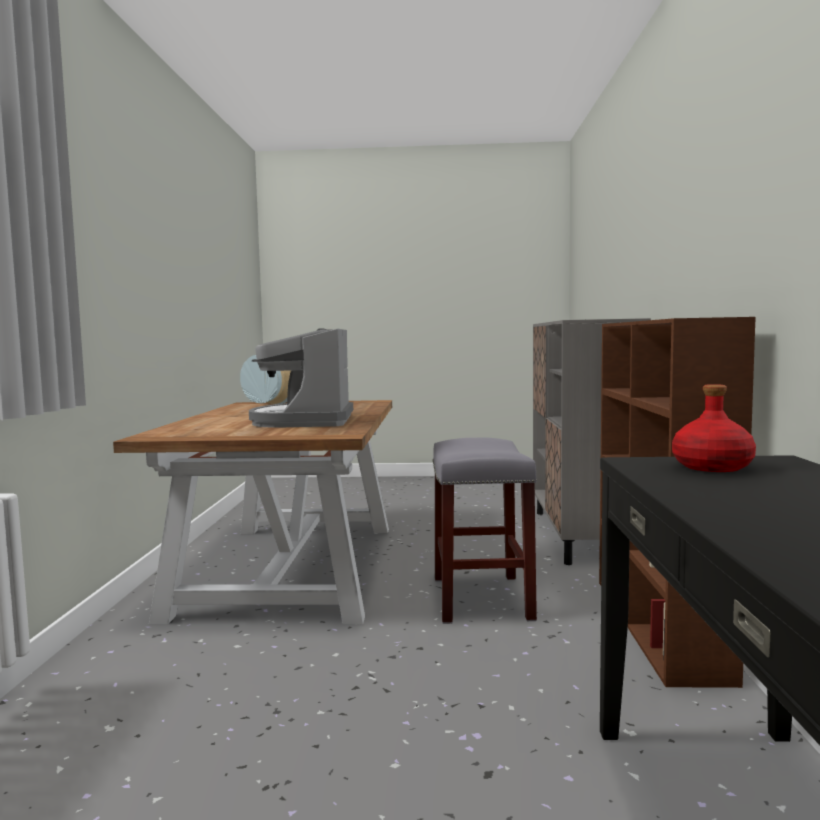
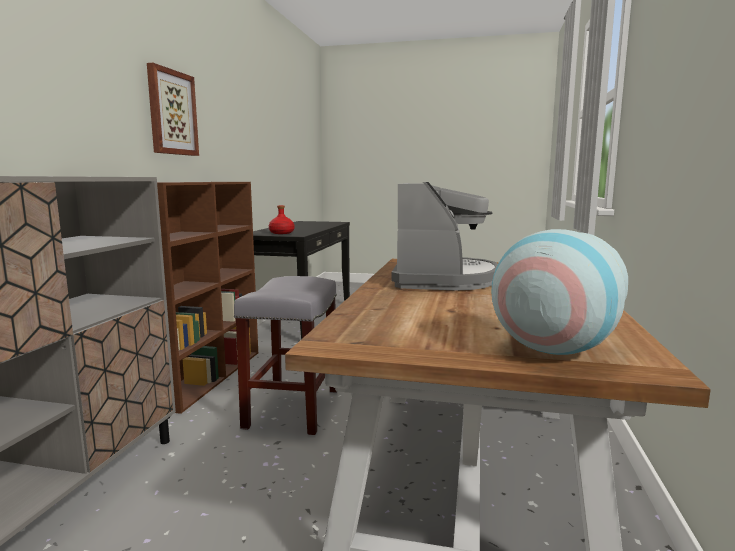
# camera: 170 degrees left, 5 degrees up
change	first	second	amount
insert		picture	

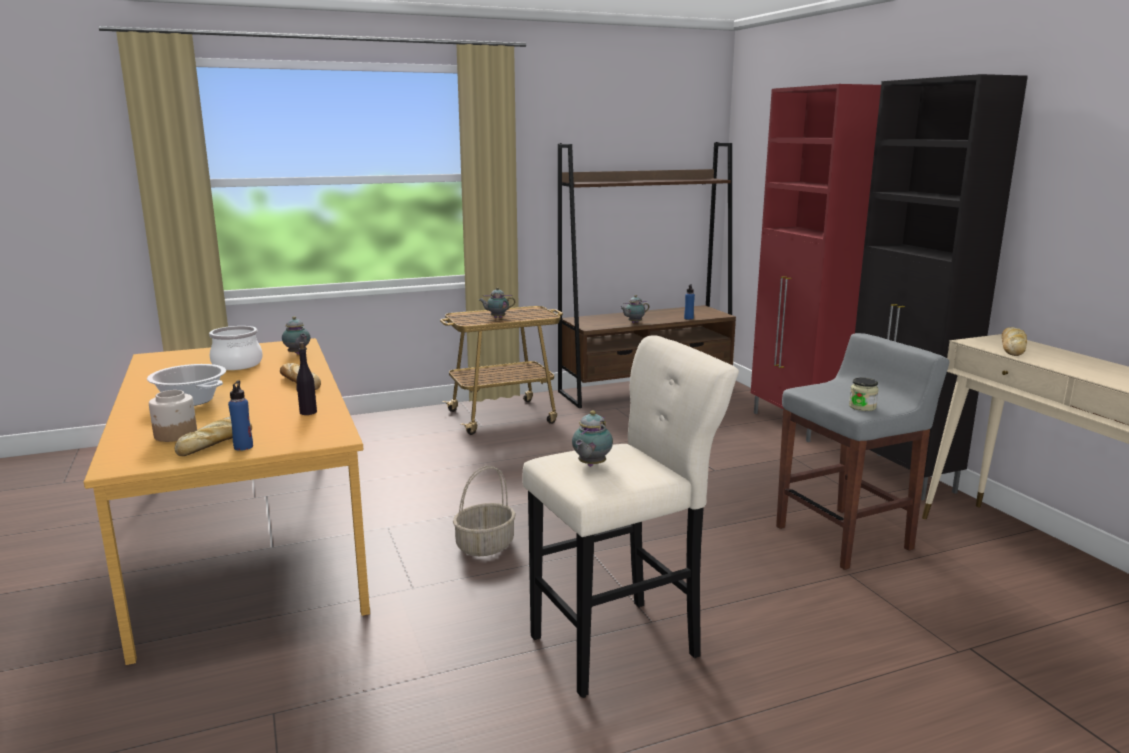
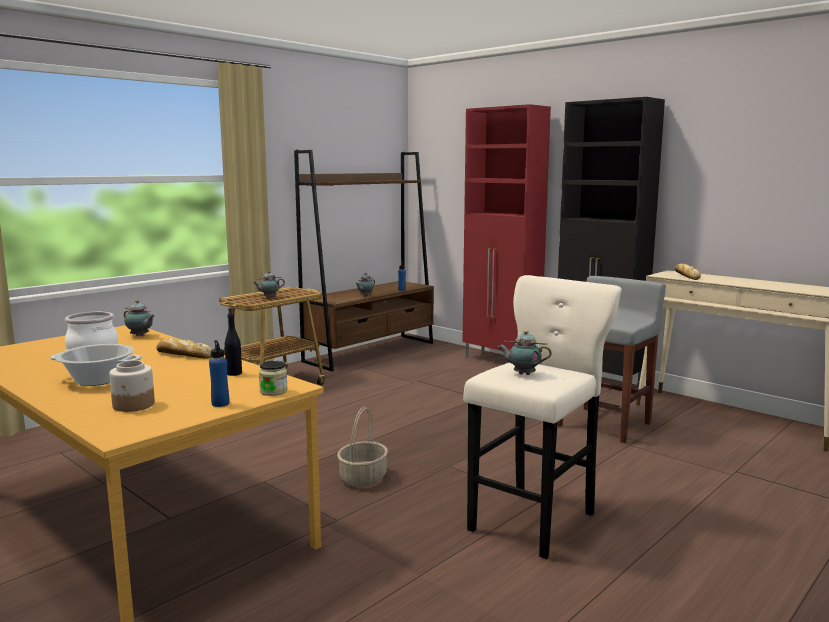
# camera: 25 degrees left, 5 degrees down
change	first	second	amount
move	jar (2nd from left)		
rotate	teapot (3rd from left in the first image)	teapot (4th from left)	105 degrees clockwise
delete	bread (1st from left)		

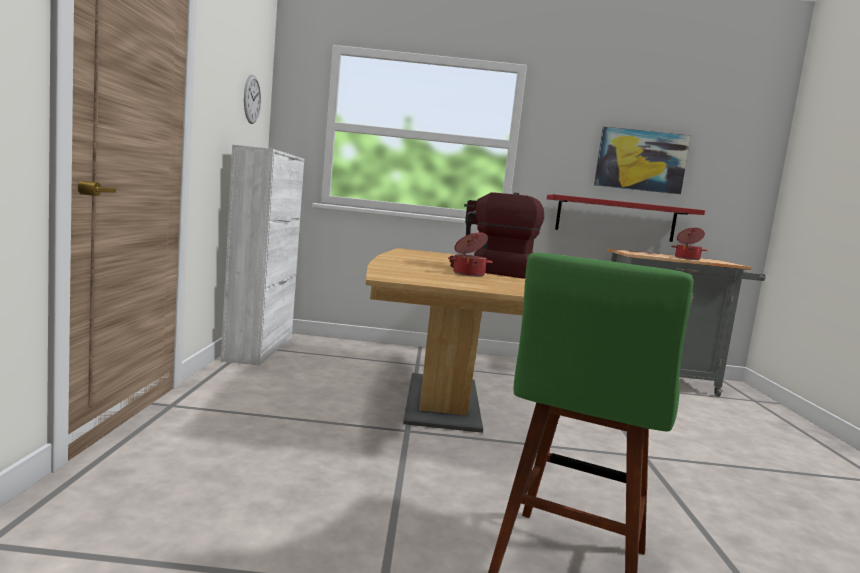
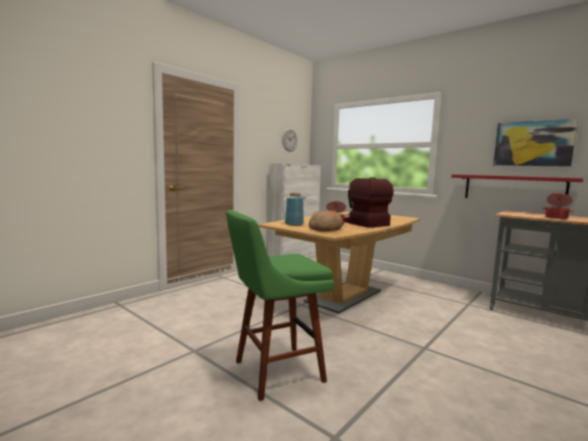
# camera: 40 degrees right, 0 degrees up
change	first	second	amount
insert		vase/blue	
insert		bread	

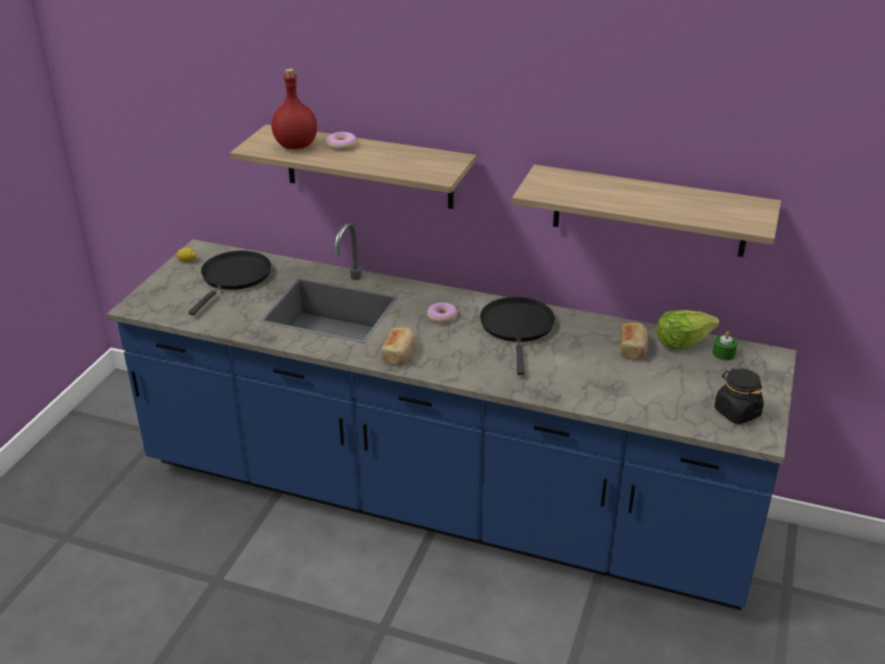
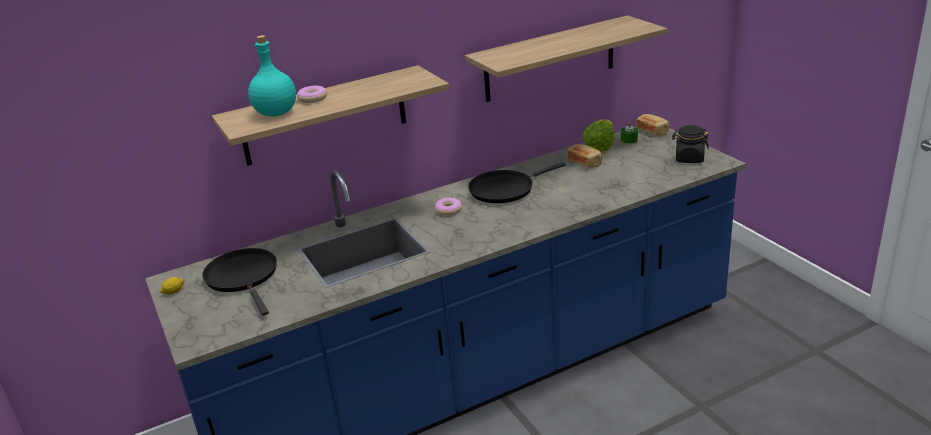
# camera: 45 degrees left, 5 degrees down
change	first	second	amount
recolor	bottle/red	bottle/turquoise	
rotate	frying pan/black (2nd from left)		75 degrees counterclockwise
move	bread (1st from left in the first image)	bread (2nd from left)	

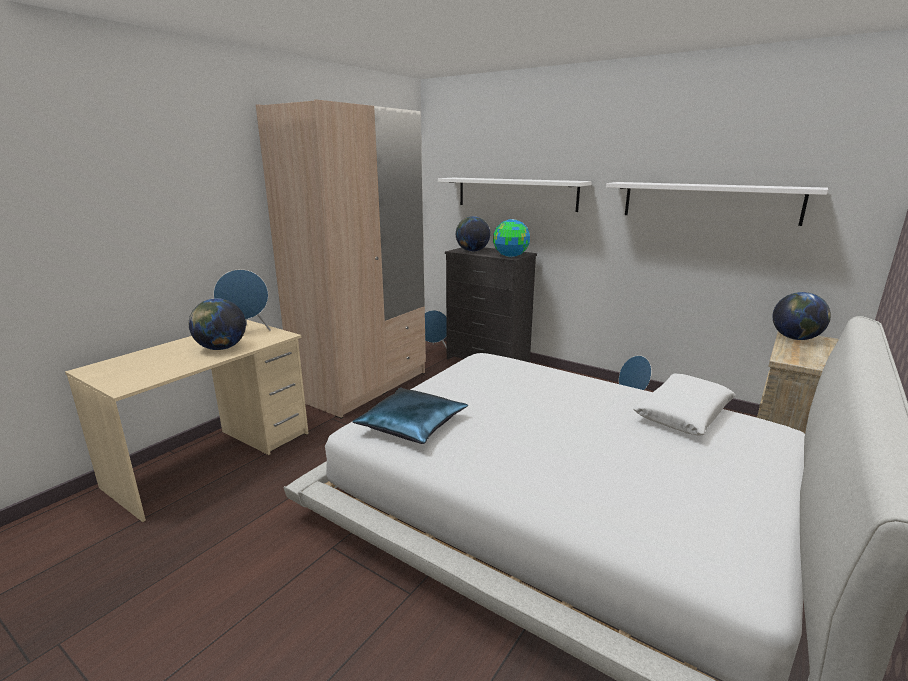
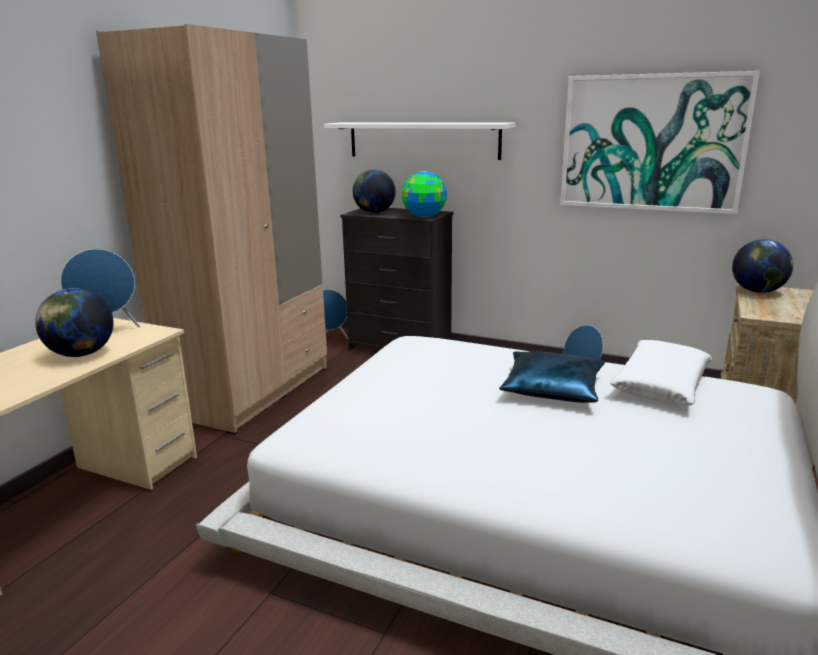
# camera: 10 degrees left, 0 degrees up
change	first	second	amount
move	pillow/blue		
replace	shelf/white (2nd from left)	picture	

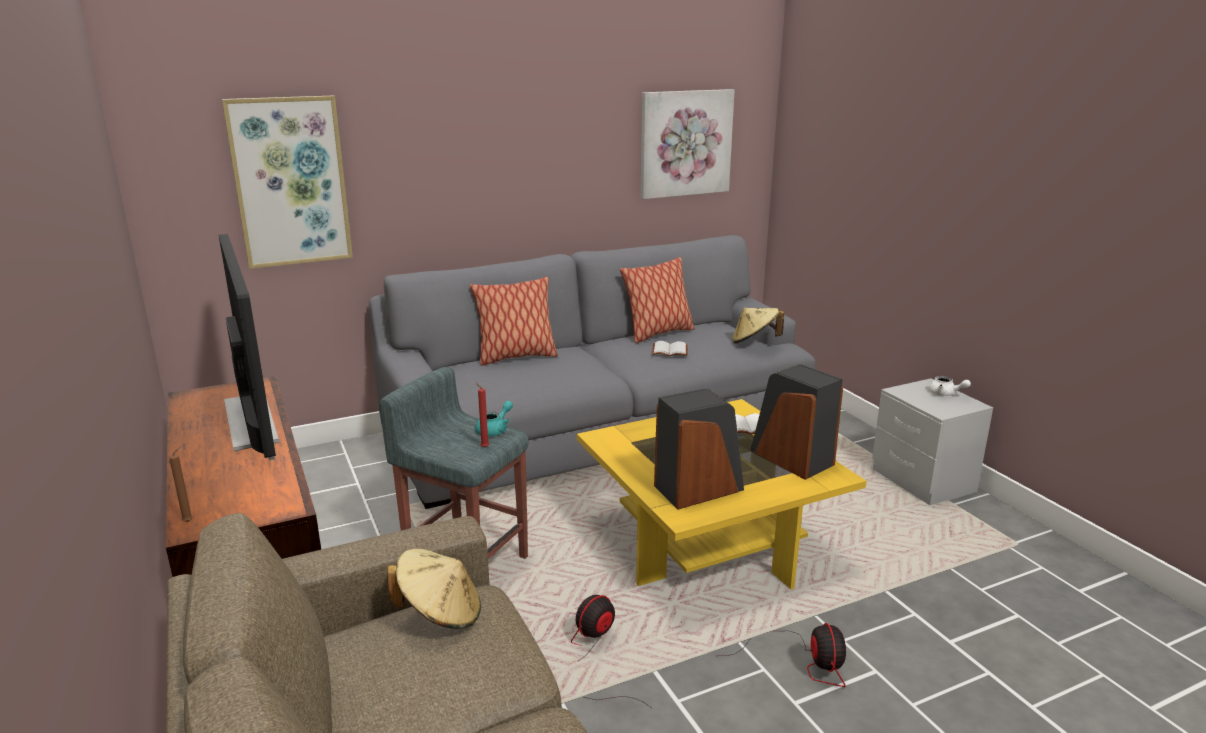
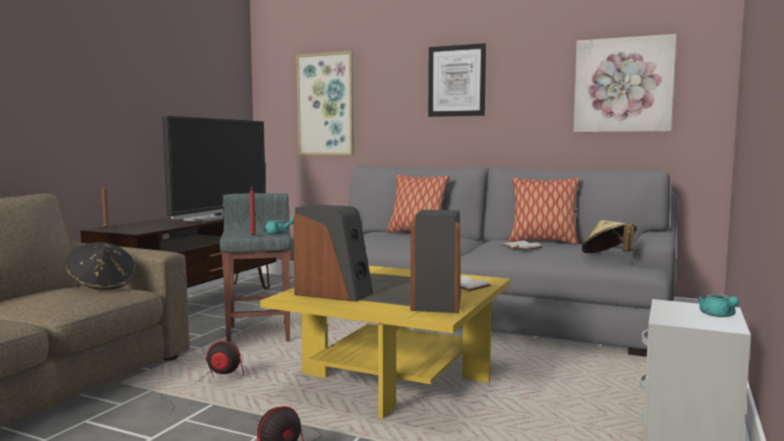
# camera: 50 degrees right, 15 degrees down
change	first	second	amount
recolor	hat/beige (1st from left)	hat/black	
insert		picture (2nd from left)	
recolor	teapot/white	teapot/turquoise (2nd from left)	

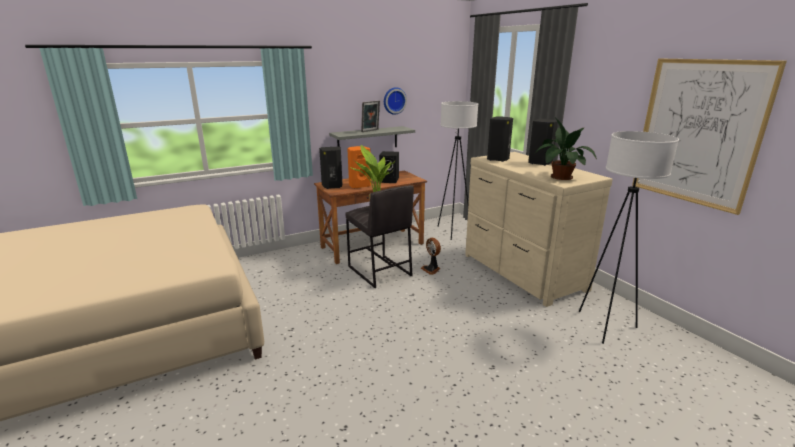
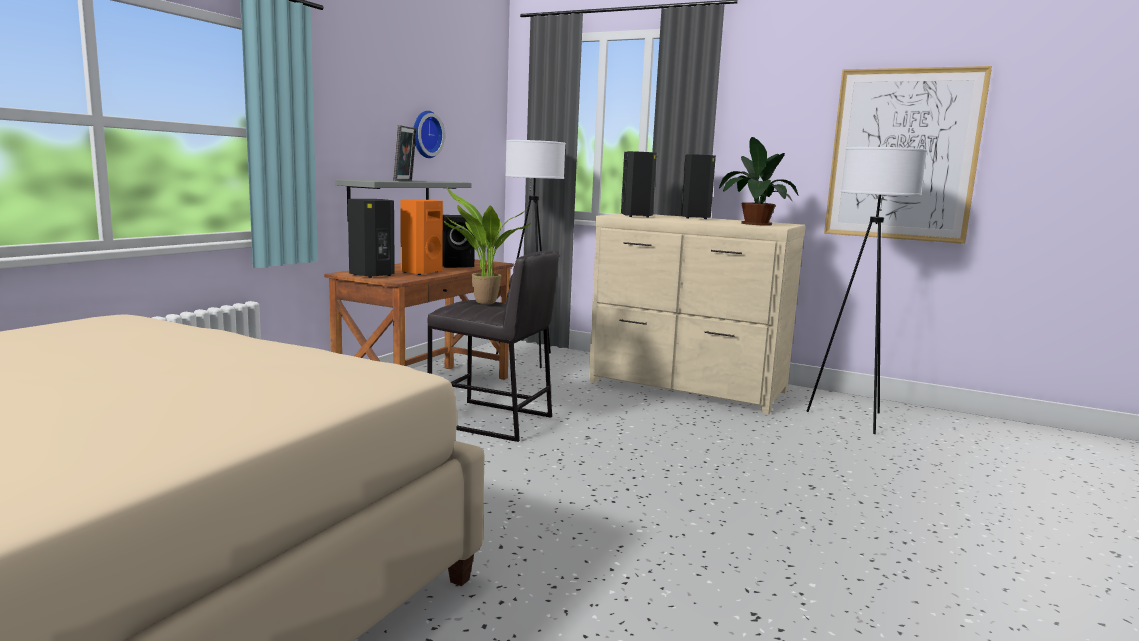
# camera: 35 degrees left, 10 degrees down
change	first	second	amount
delete	fan		

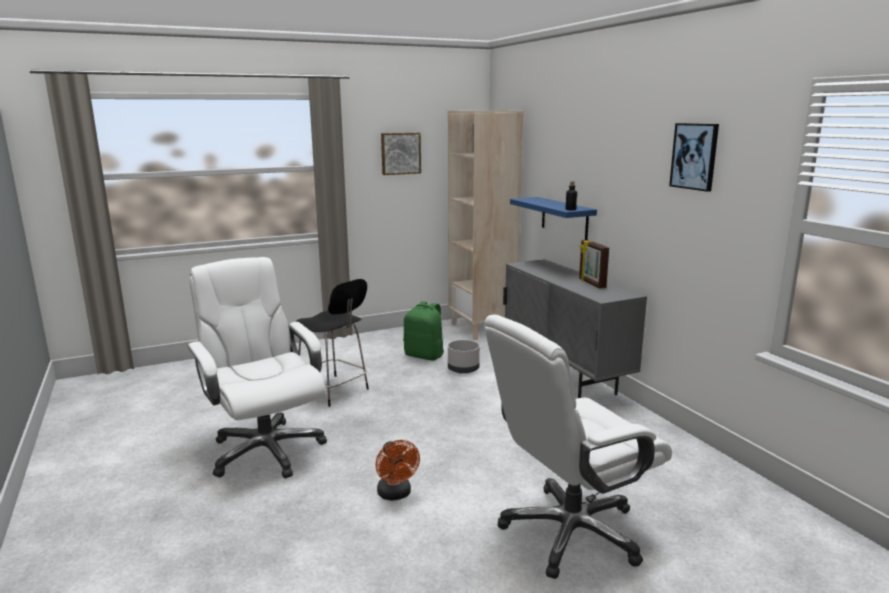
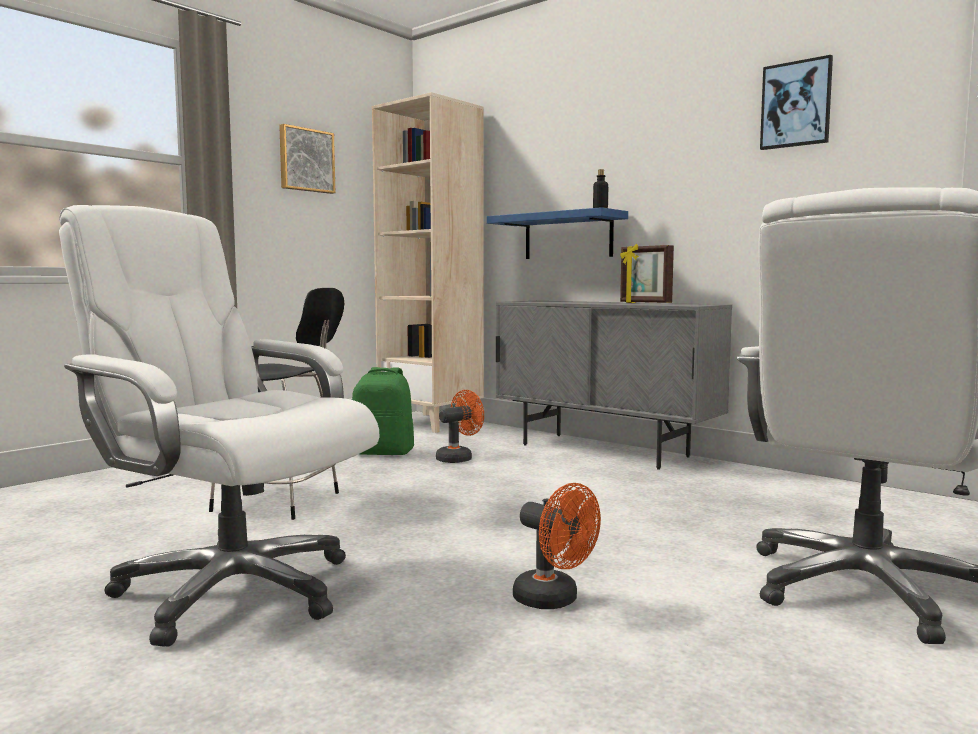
# camera: 25 degrees left, 10 degrees down
change	first	second	amount
replace	planter/grey	fan/orange (1st from left)	

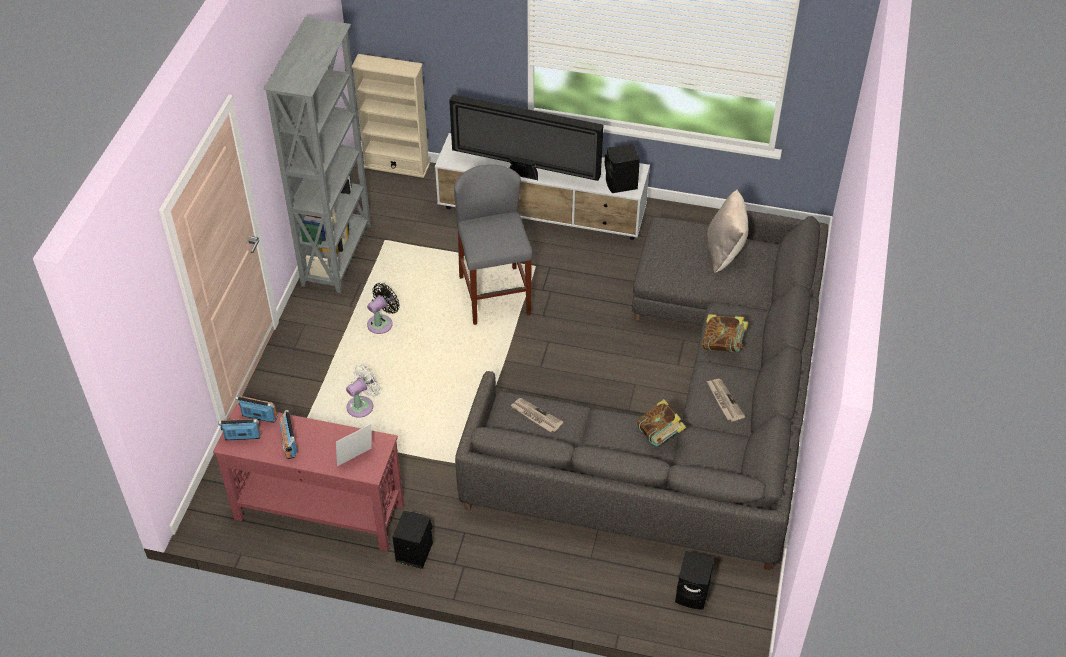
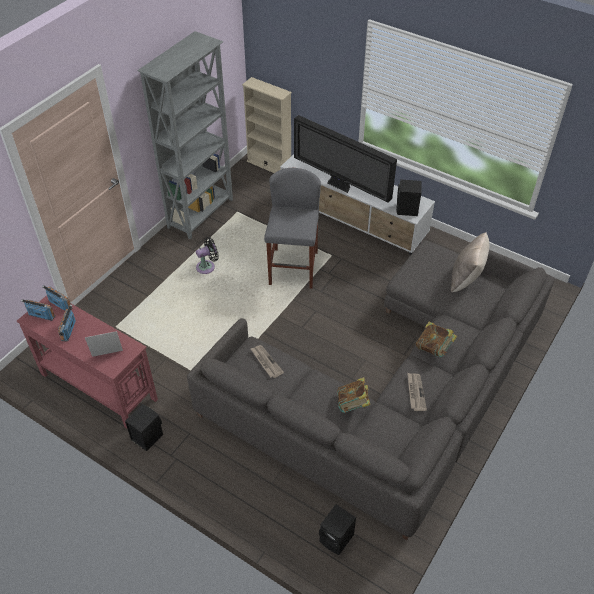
# camera: 20 degrees right, 0 degrees up
change	first	second	amount
delete	fan/white		

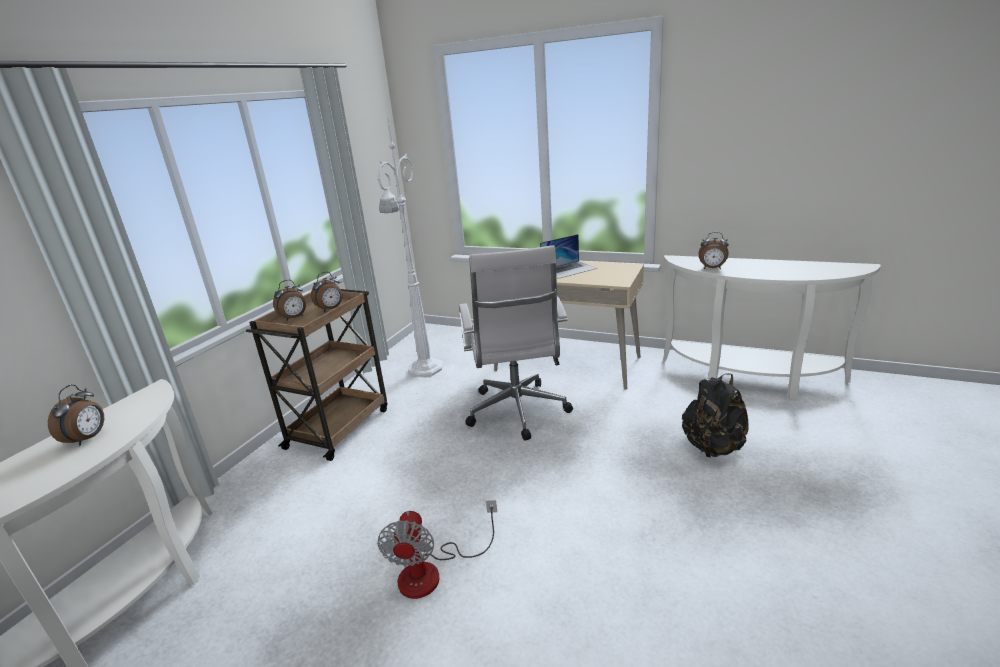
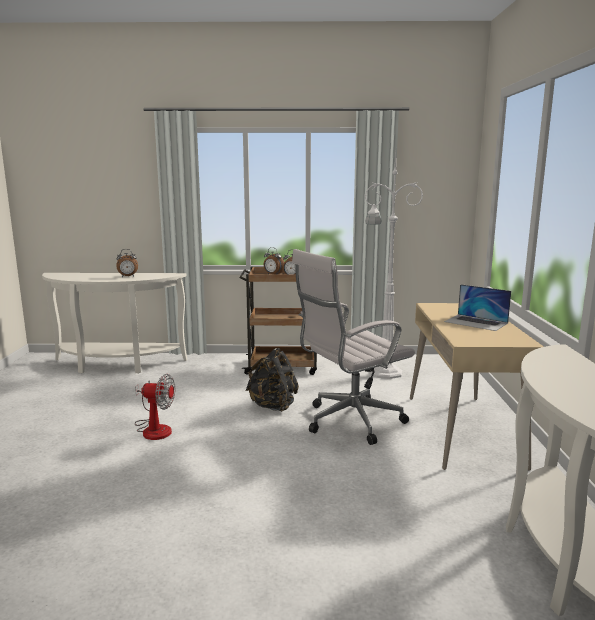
# camera: 65 degrees right, 10 degrees down
change	first	second	amount
rotate	fan		150 degrees counterclockwise
move	backpack/black		
delete	alarm clock (4th from left)		

